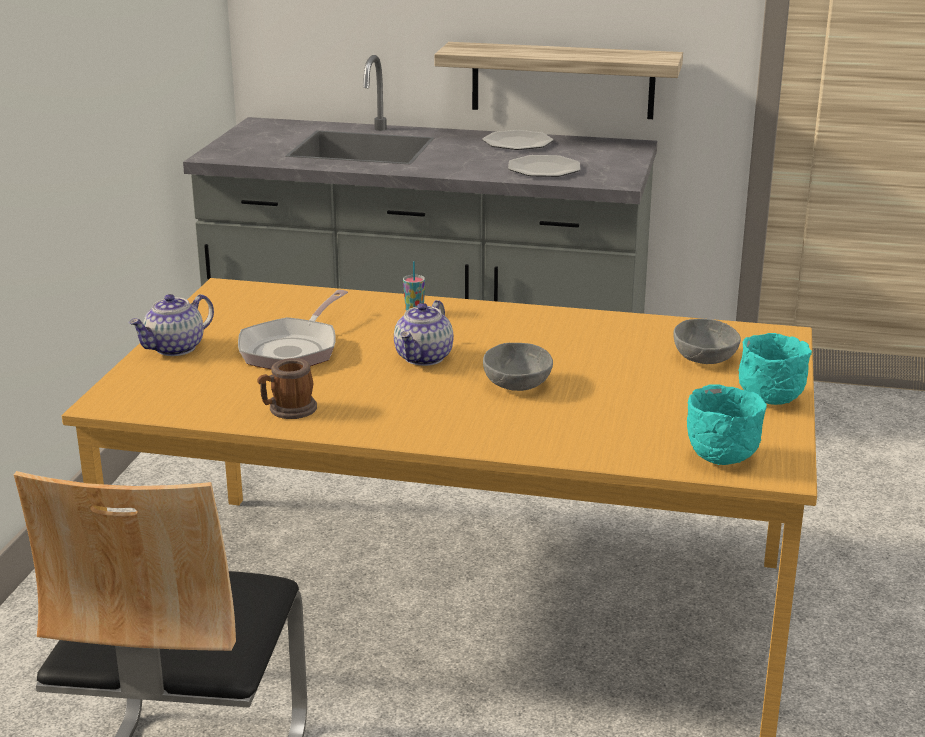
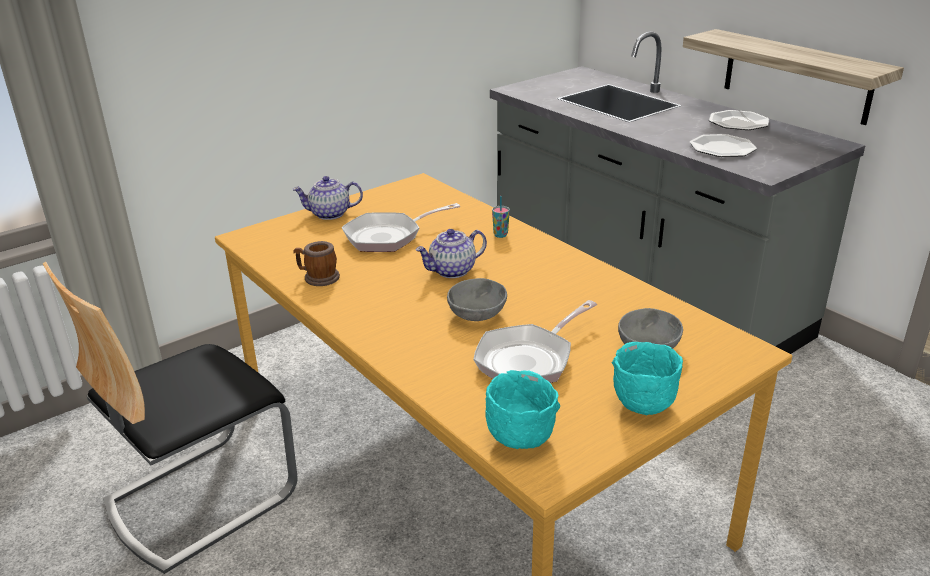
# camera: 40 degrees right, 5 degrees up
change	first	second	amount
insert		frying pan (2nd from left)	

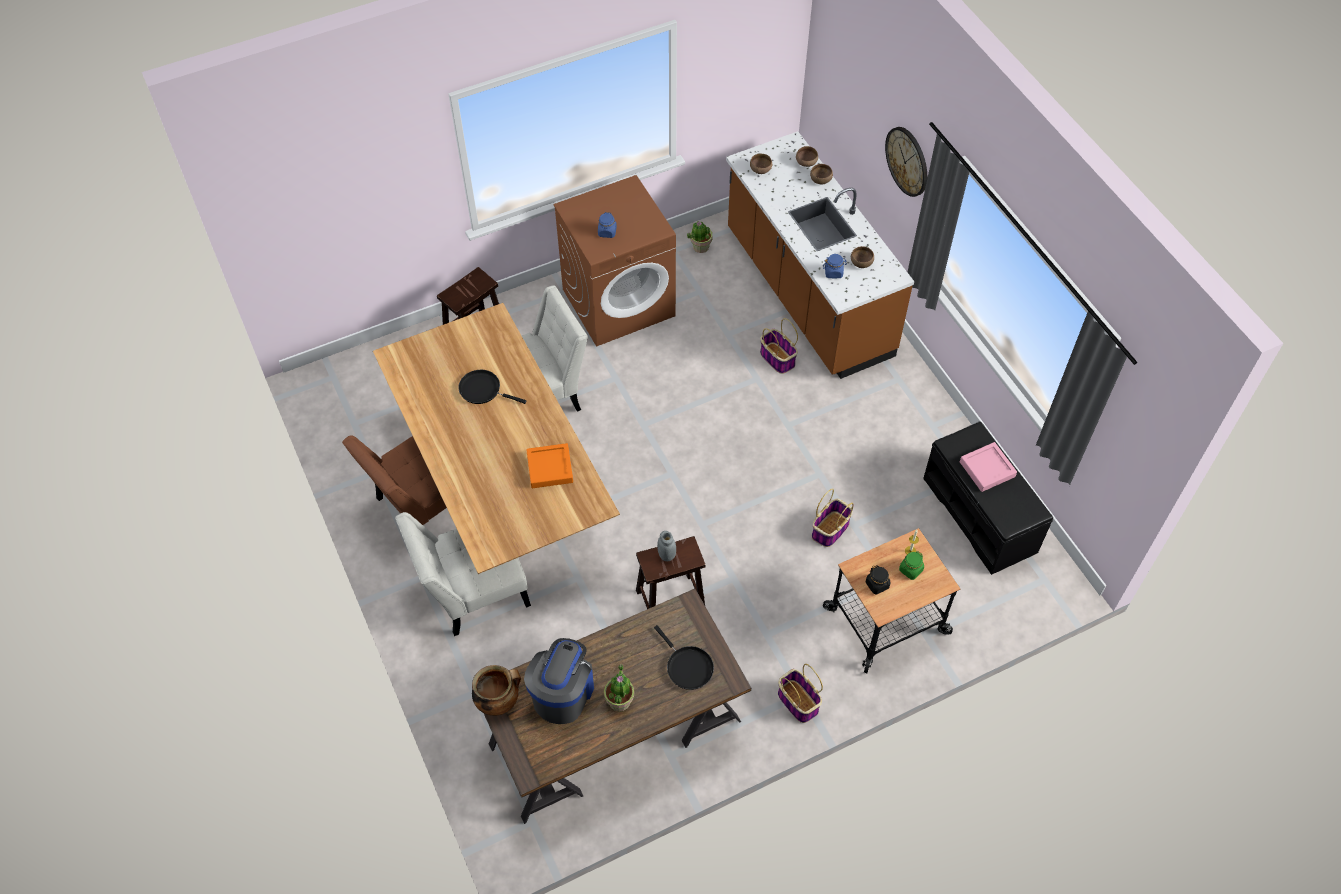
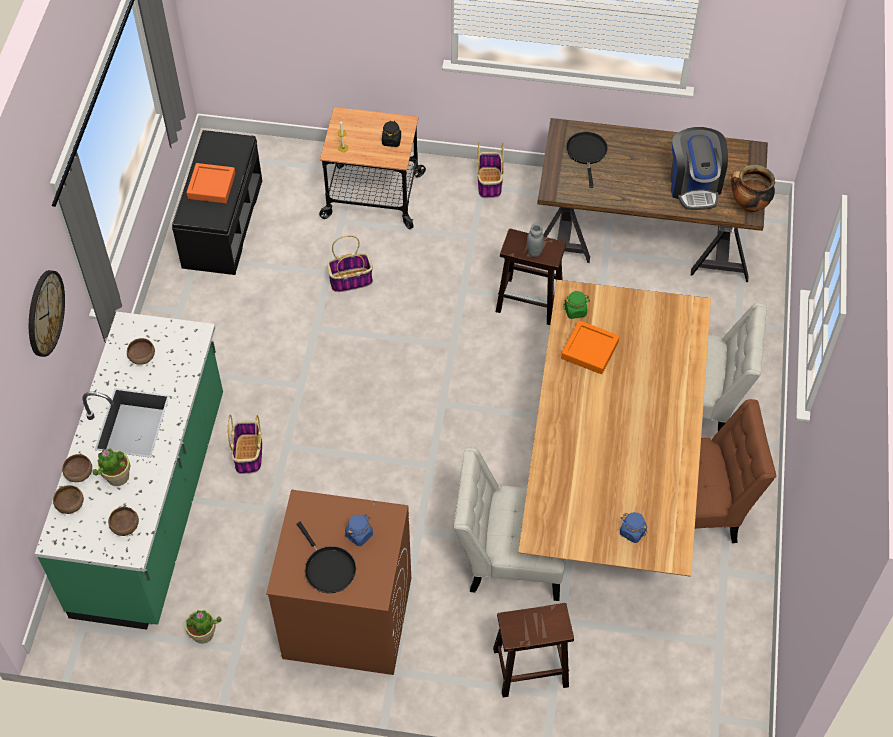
# camera: 145 degrees left, 0 degrees up
change	first	second	amount
recolor	counter/brown	counter/green	
move	potted plant (1st from left)		
recolor	tray/pink	tray/orange (1st from left)	
move	frying pan/black (1st from left)		
move	jar/green		
move	jar/blue (2nd from left)		
rotate	coffee machine		60 degrees counterclockwise

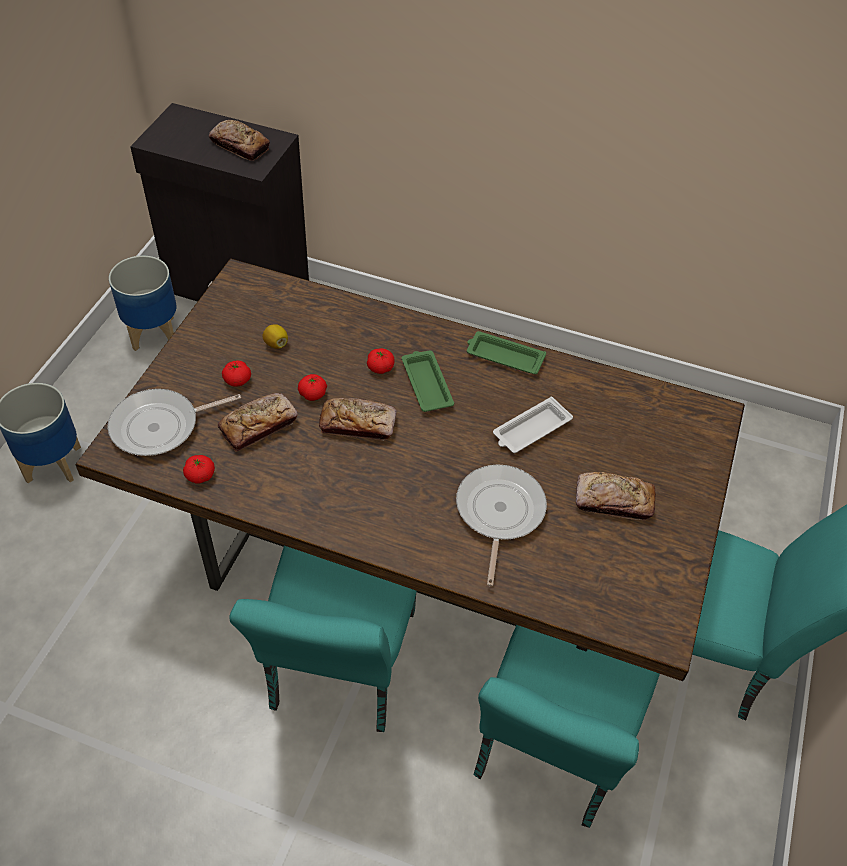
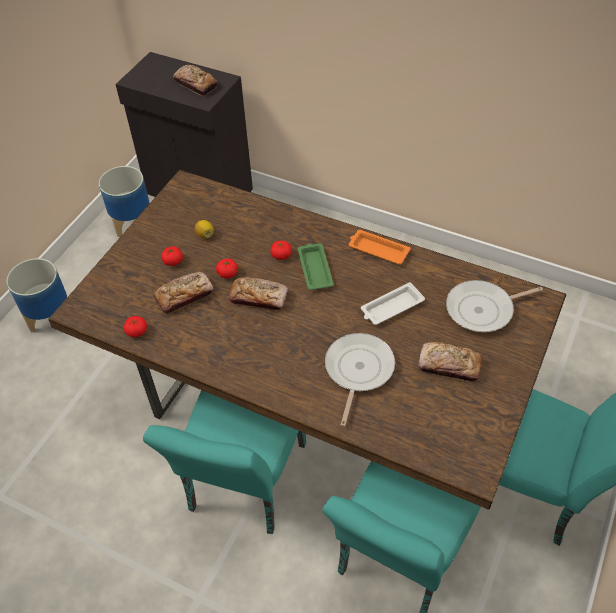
# camera: 10 degrees right, 0 degrees up
change	first	second	amount
recolor	tray/green (2nd from left)	tray/orange	
move	frying pan (1st from left in the first image)	frying pan (2nd from left)	

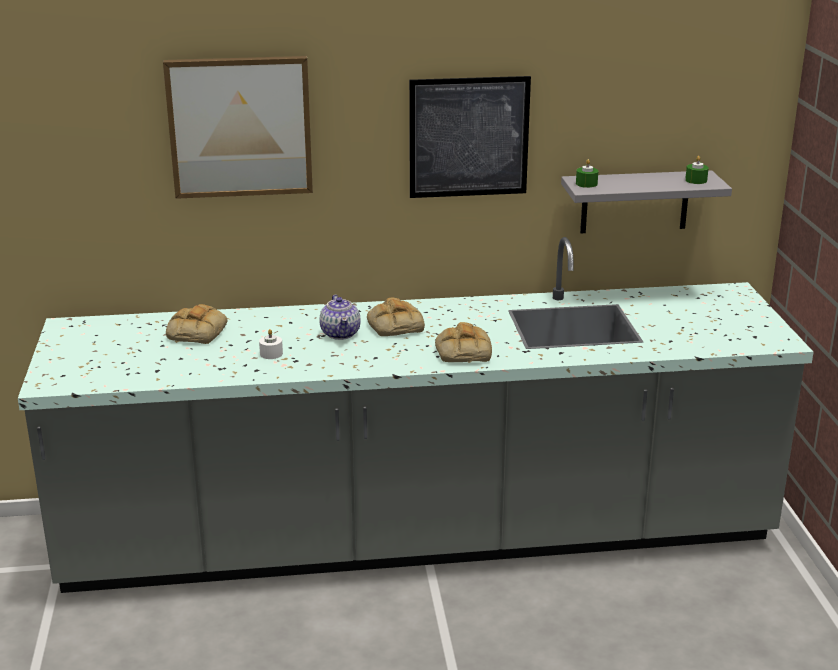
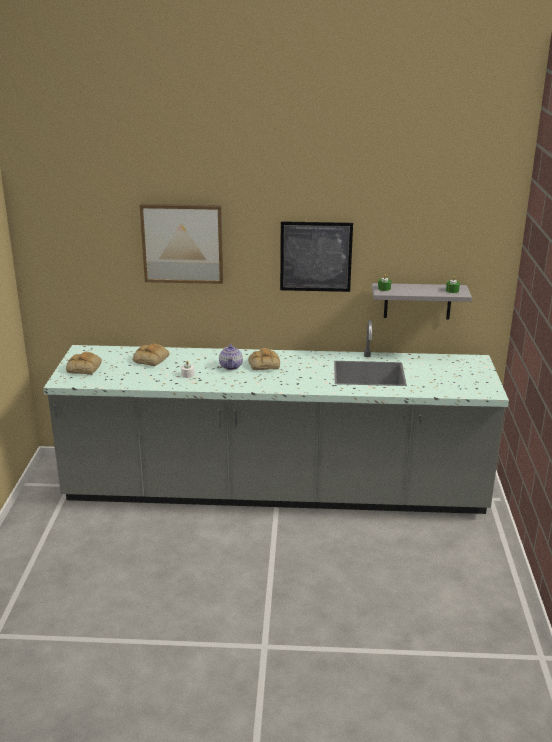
# camera: 10 degrees right, 0 degrees up
change	first	second	amount
move	bread (3rd from left in the first image)	bread (1st from left)	

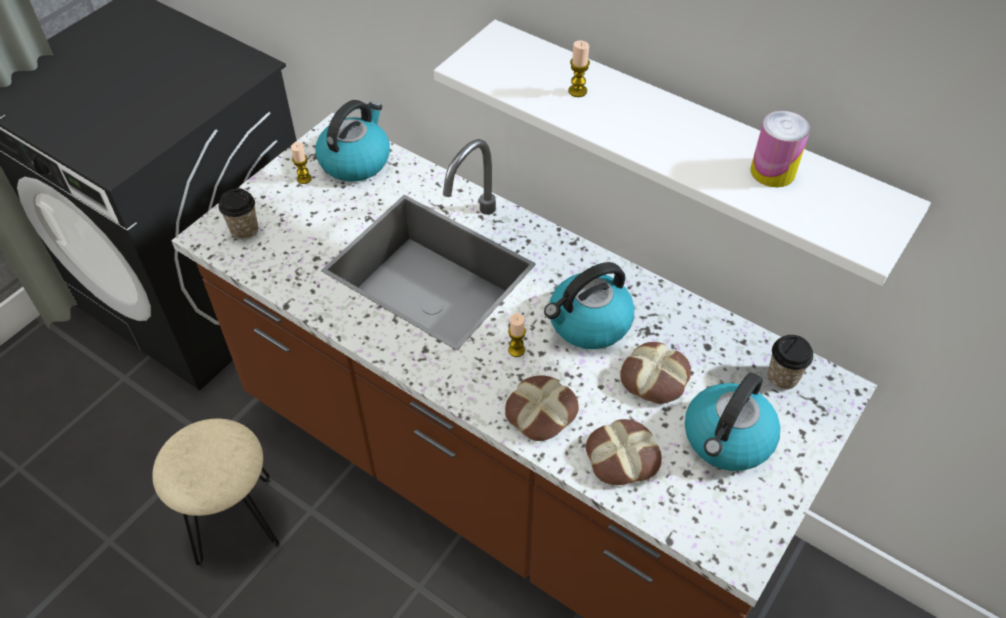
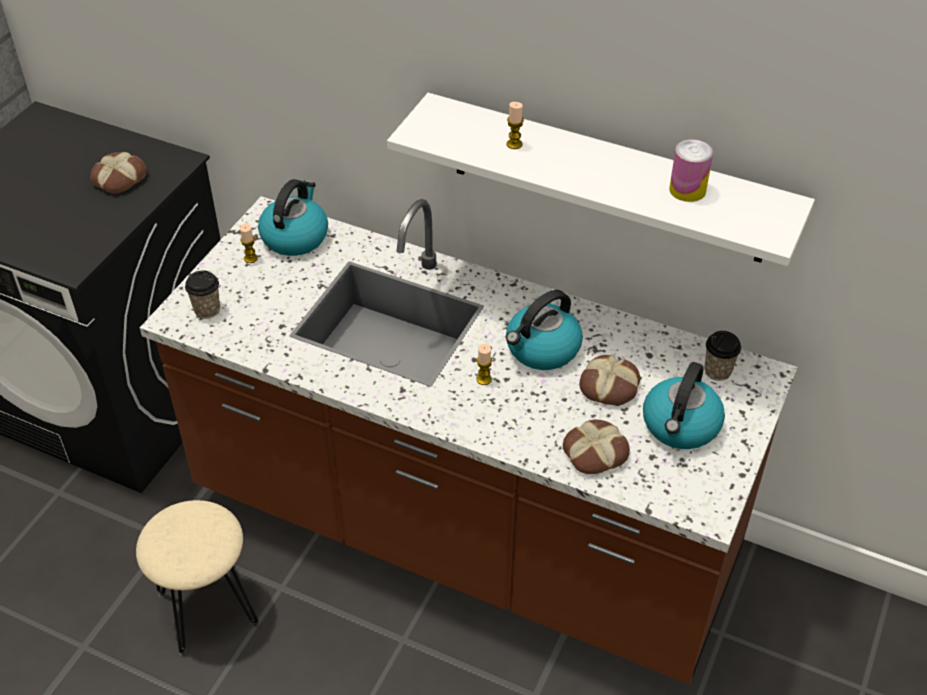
# camera: 10 degrees left, 5 degrees down
change	first	second	amount
move	bread (1st from left)		

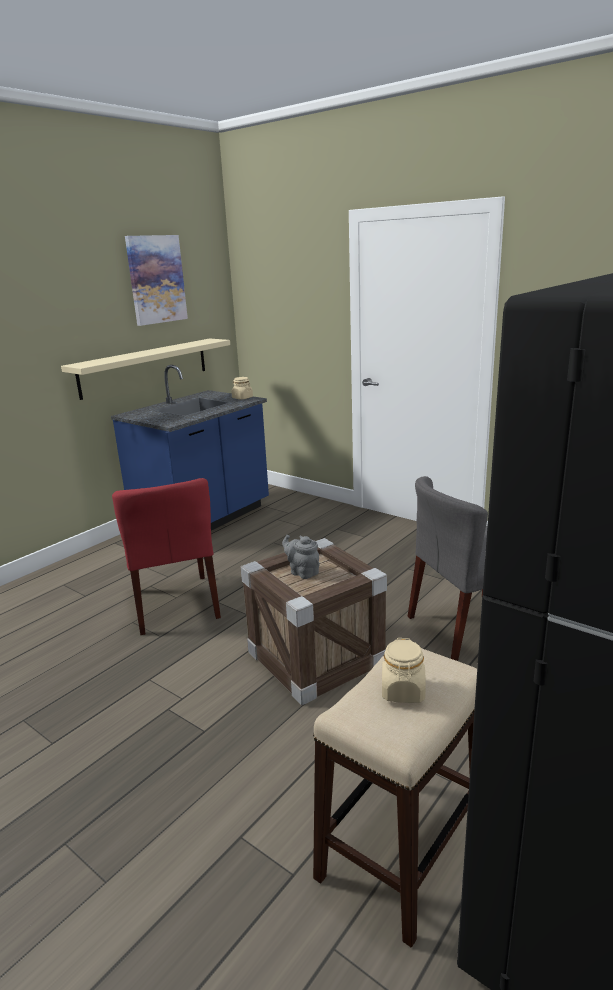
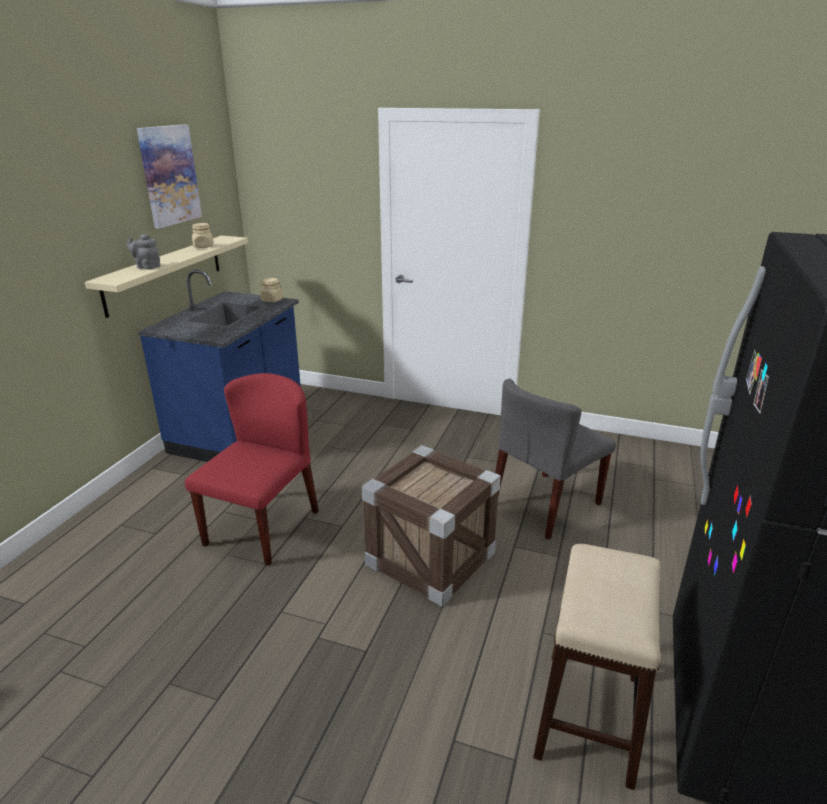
# camera: 20 degrees left, 5 degrees up
change	first	second	amount
move	teapot/grey		
rotate	chair/red		120 degrees counterclockwise
move	jar/beige (2nd from left in the first image)	jar/beige (1st from left)	

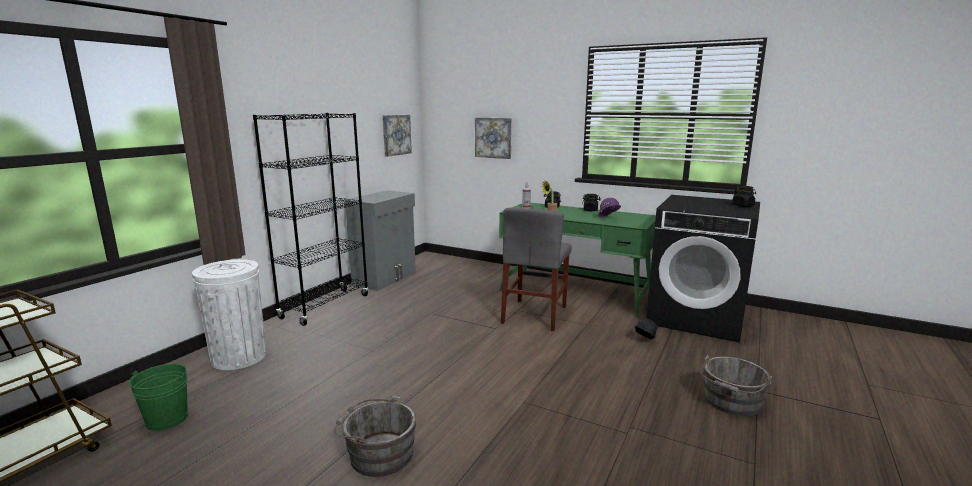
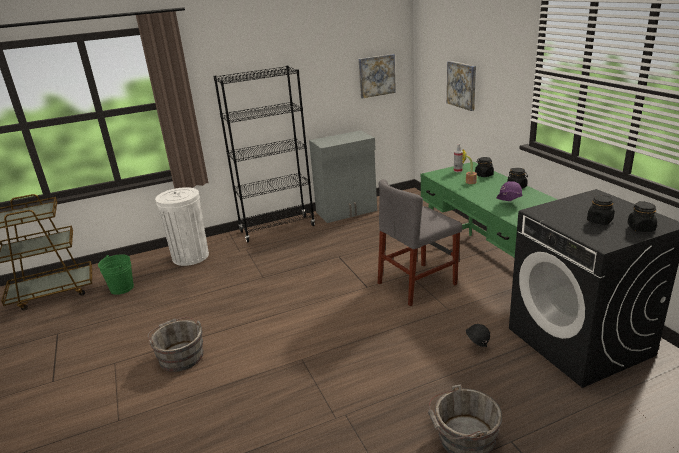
# camera: 40 degrees right, 10 degrees up
change	first	second	amount
insert		jar/black (3rd from left)	

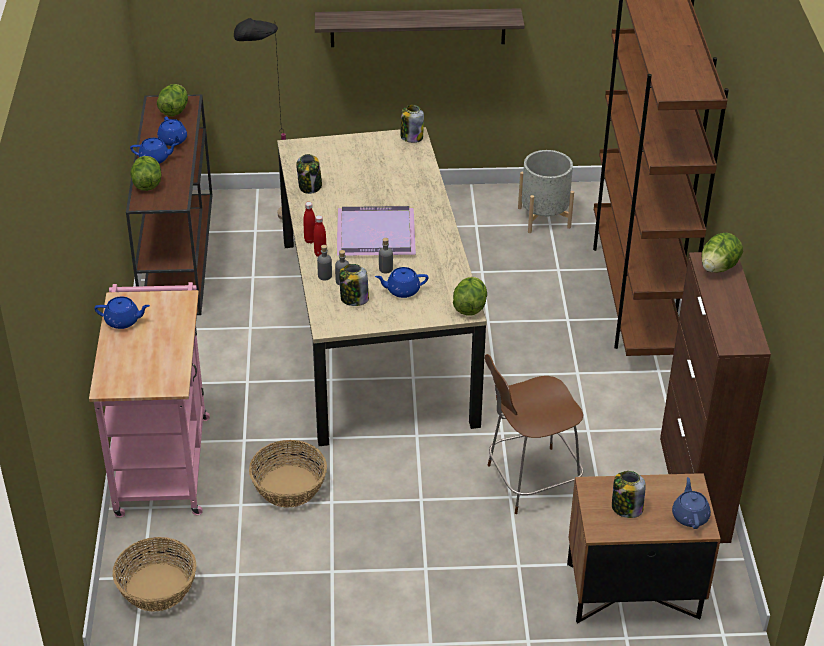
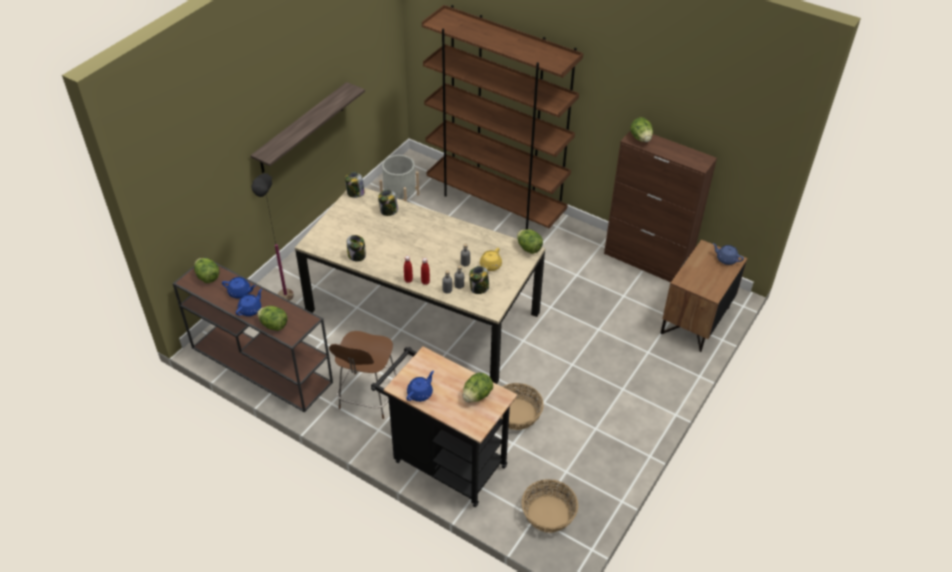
# camera: 55 degrees left, 5 degrees up
change	first	second	amount
move	stool/brown		
recolor	cart/pink	cart/black	
move	jar (4th from left in the first image)	jar (3rd from left)	
insert		lettuce (3rd from left)	
recolor	teapot/blue (4th from left)	teapot/yellow	
delete	tray/purple		

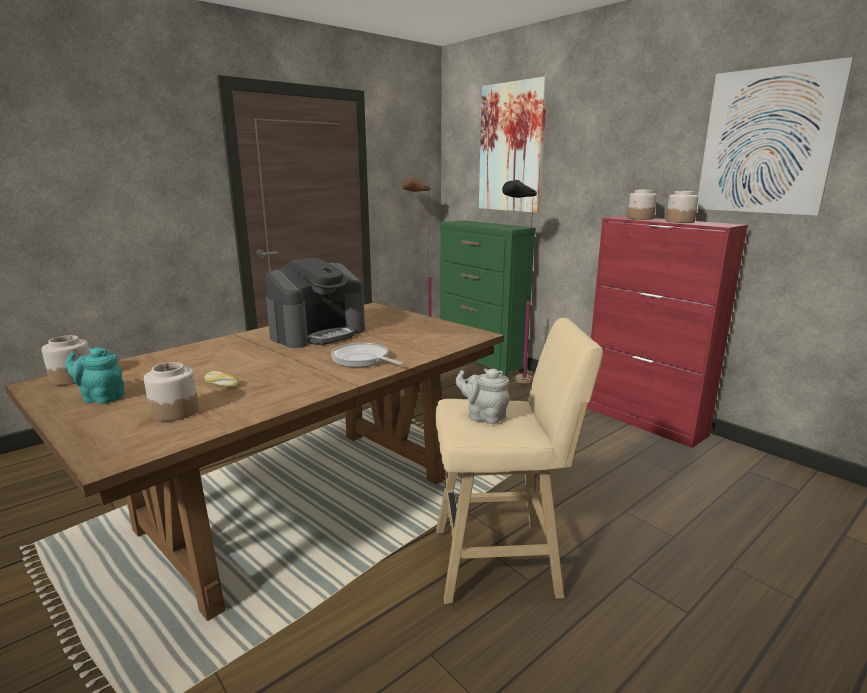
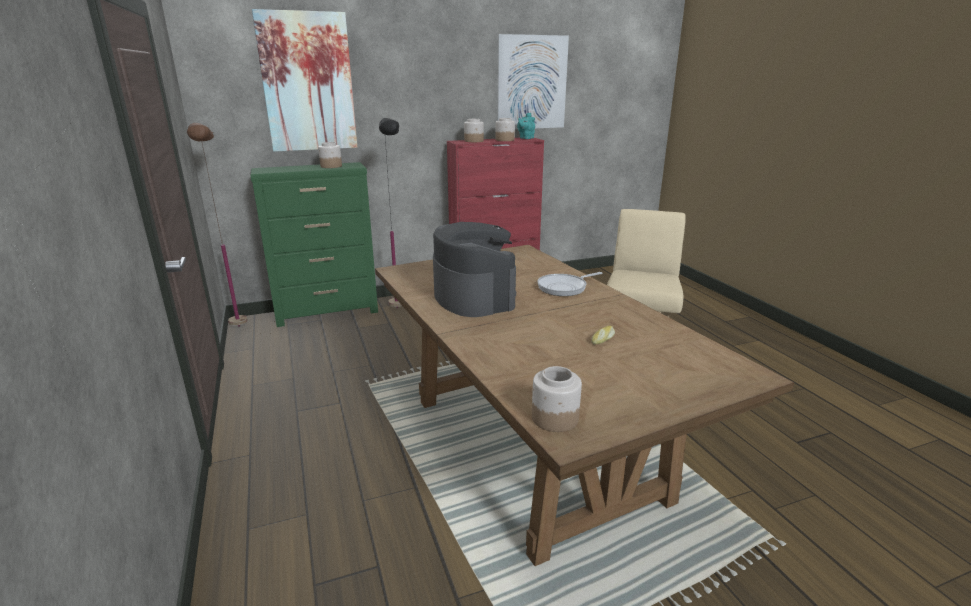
# camera: 70 degrees left, 5 degrees up
change	first	second	amount
move	jar (2nd from left in the first image)	jar (1st from left)	
move	teapot/turquoise		
delete	teapot/grey		

